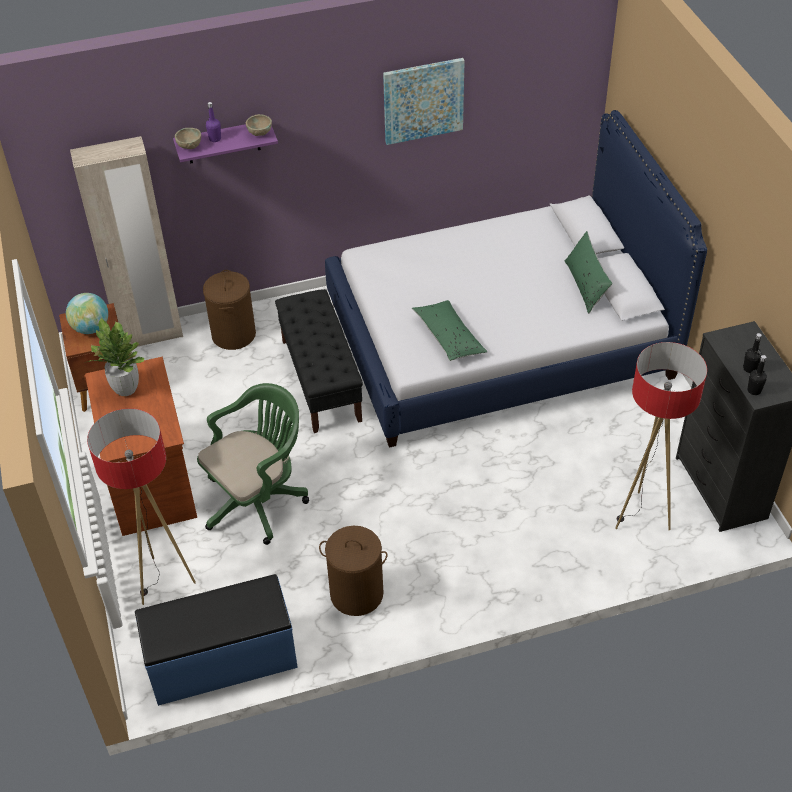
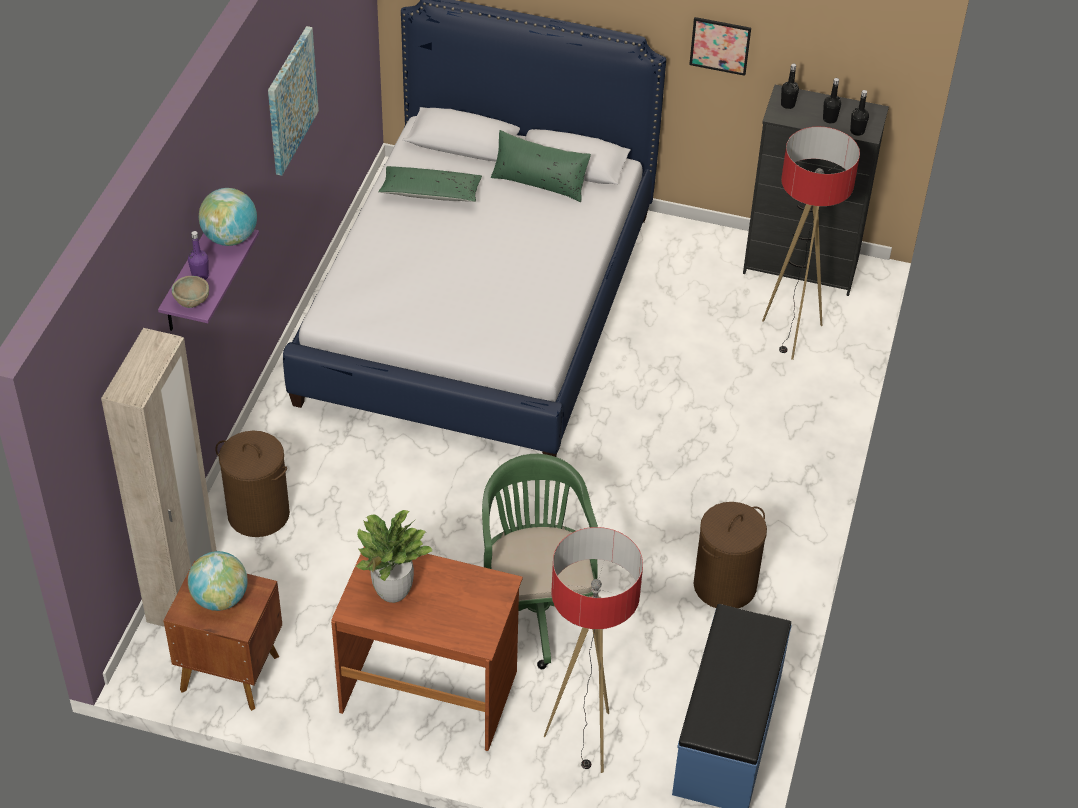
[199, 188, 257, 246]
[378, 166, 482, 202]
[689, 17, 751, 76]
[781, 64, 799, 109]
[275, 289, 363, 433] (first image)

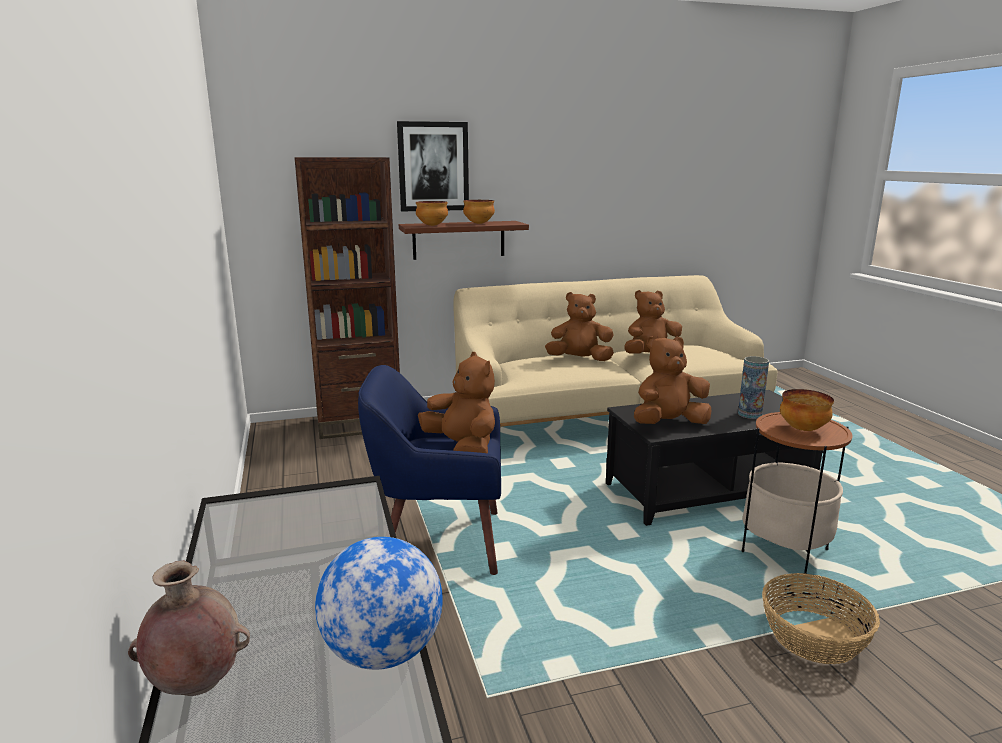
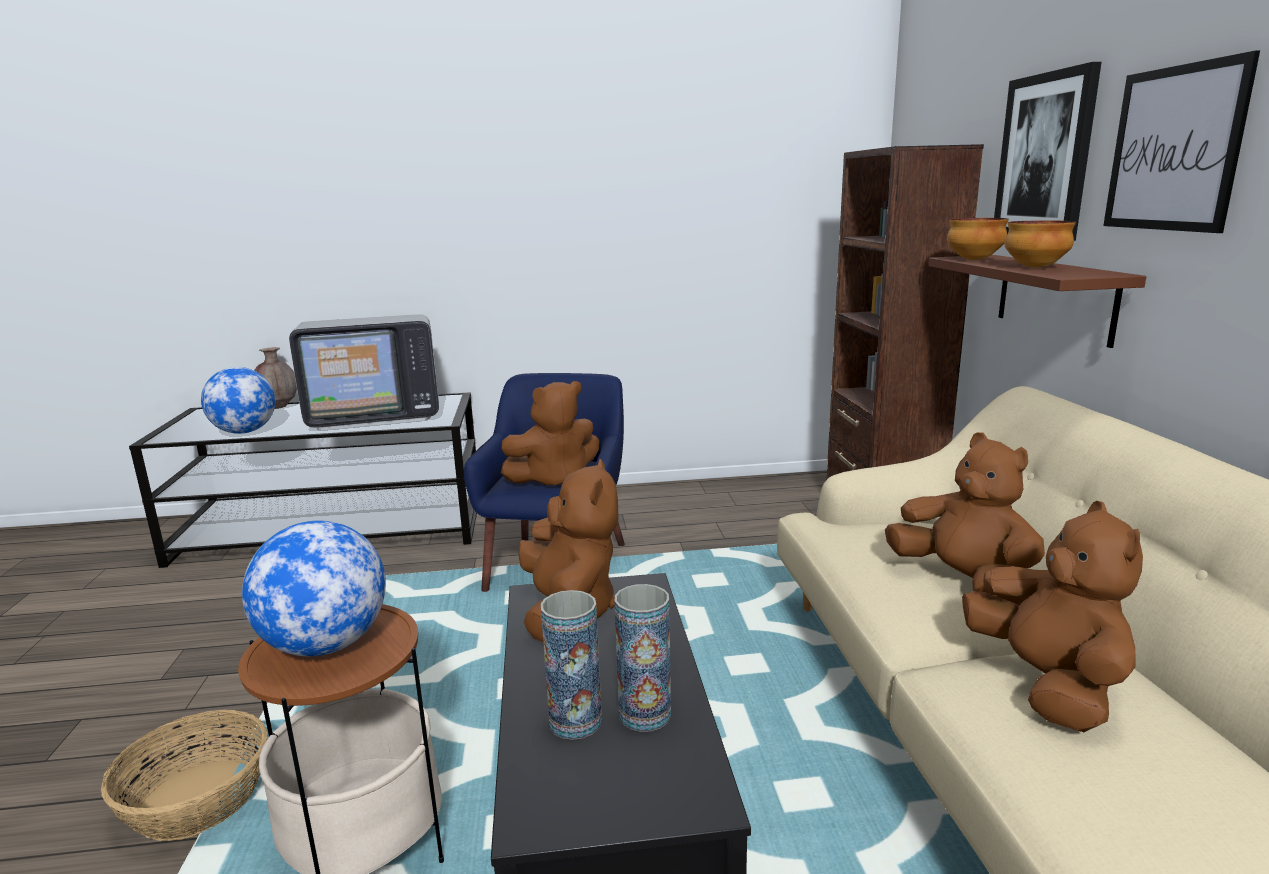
[242, 521, 386, 656]
[289, 314, 439, 431]
[615, 584, 671, 732]
[885, 432, 1045, 606]
[1103, 50, 1260, 233]

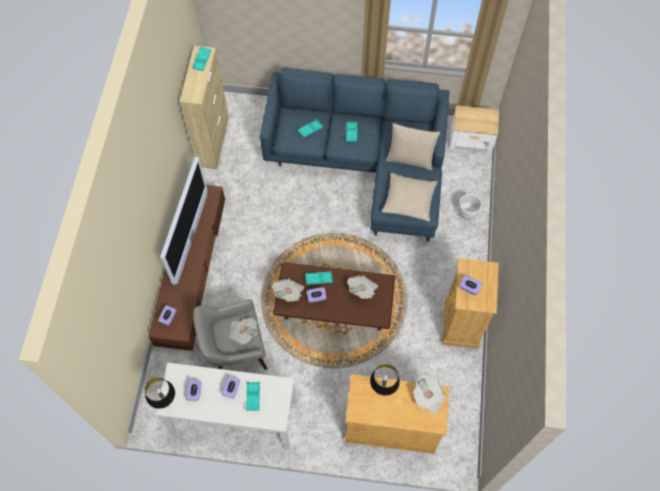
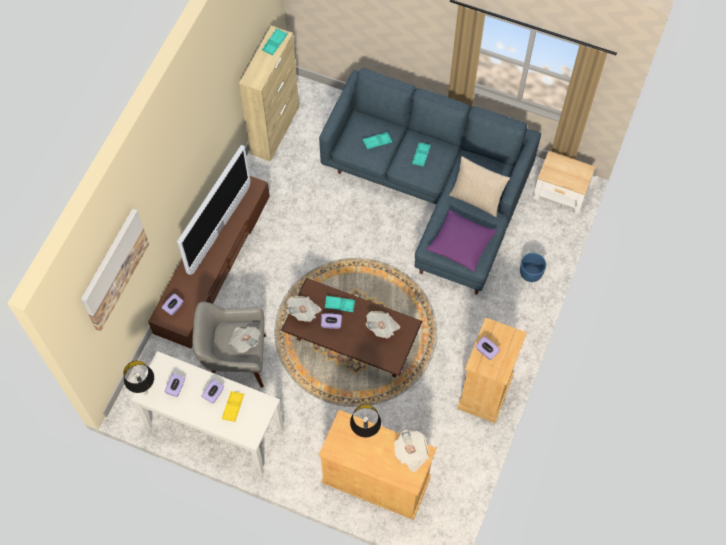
[81, 209, 149, 331]
[222, 391, 244, 422]
[426, 210, 497, 272]
[520, 253, 546, 282]

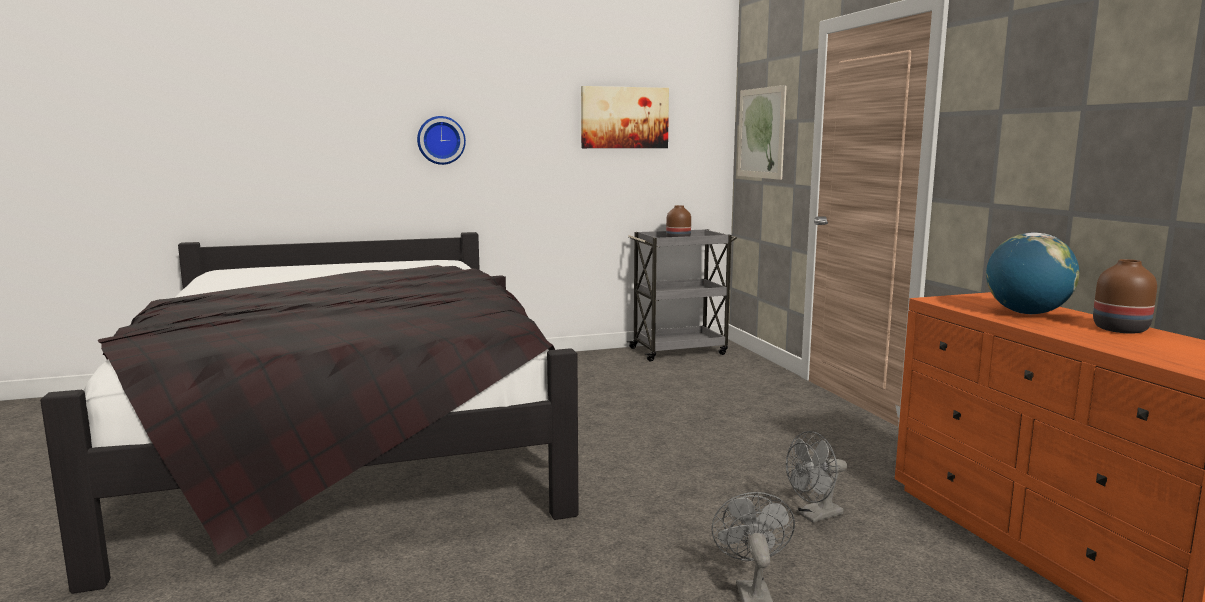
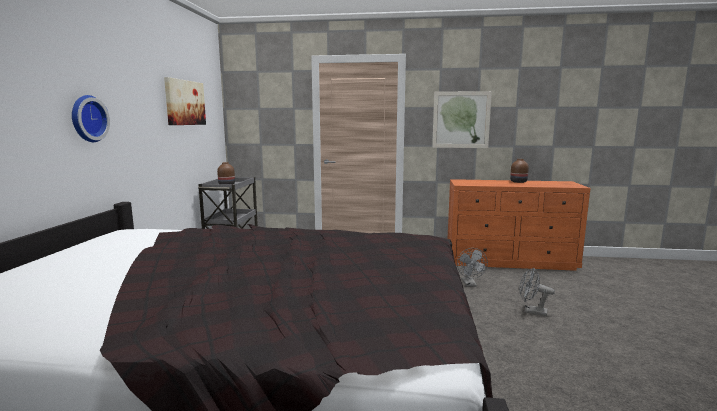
[432, 91, 492, 148]
[986, 233, 1079, 314] (first image)

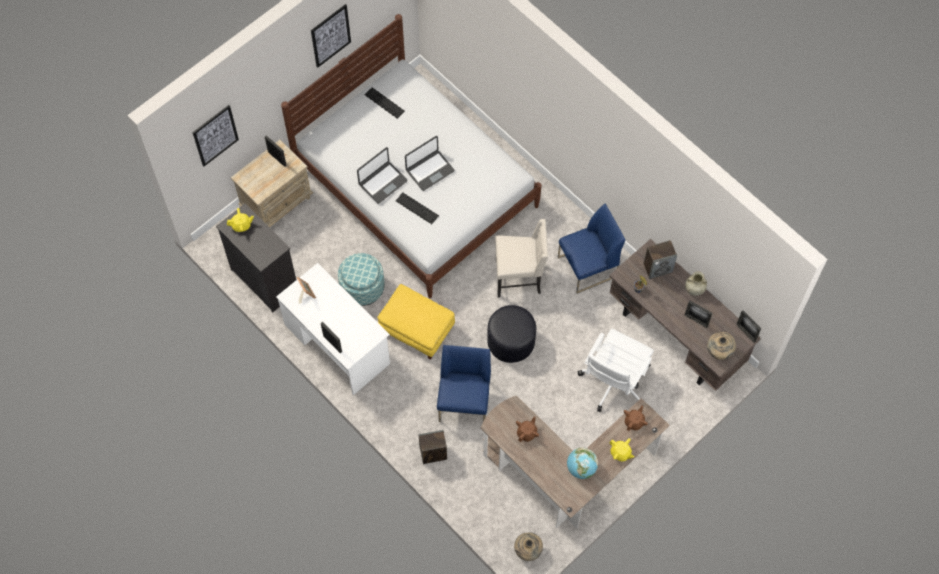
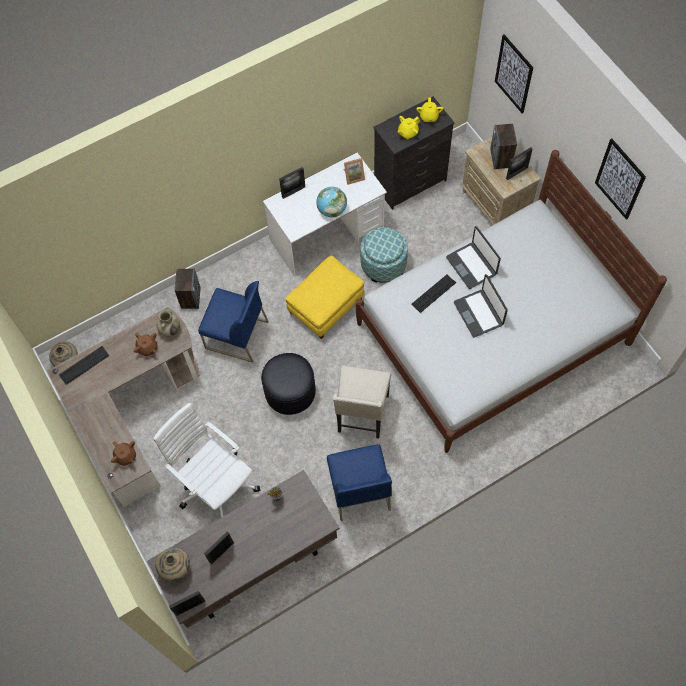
[59, 346, 109, 385]
[156, 310, 180, 337]
[316, 187, 347, 217]
[397, 116, 420, 139]
[490, 124, 517, 170]

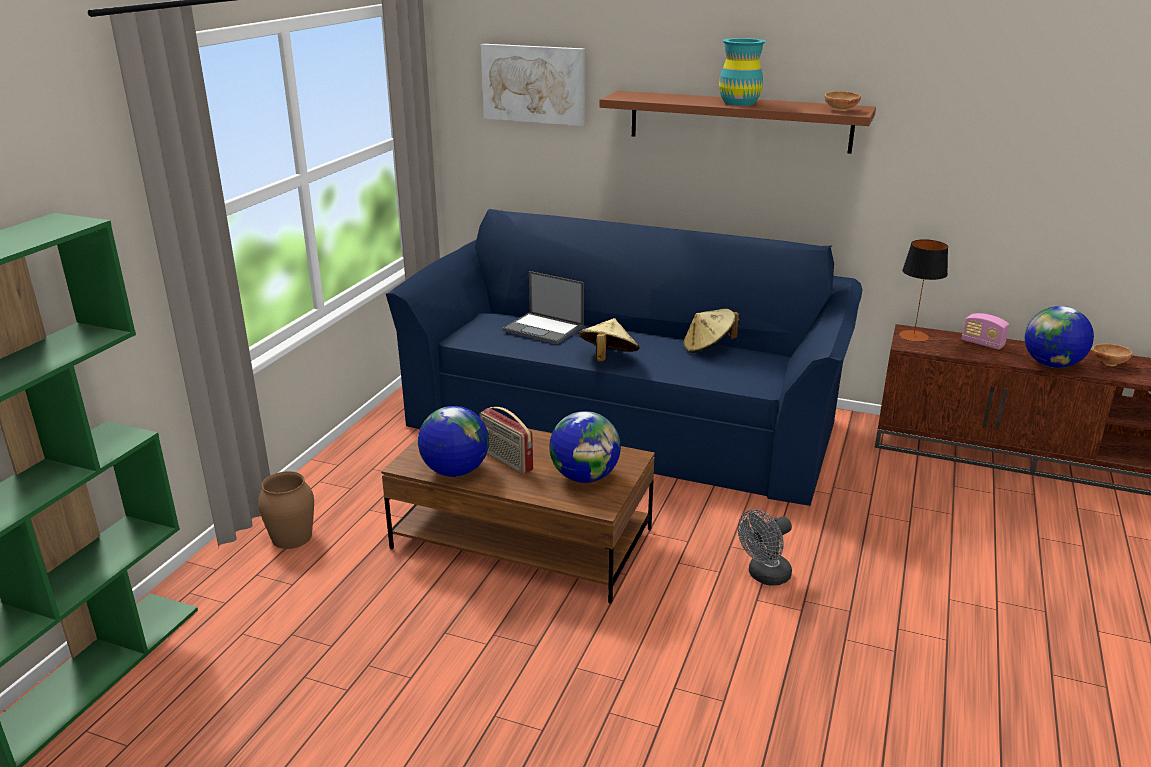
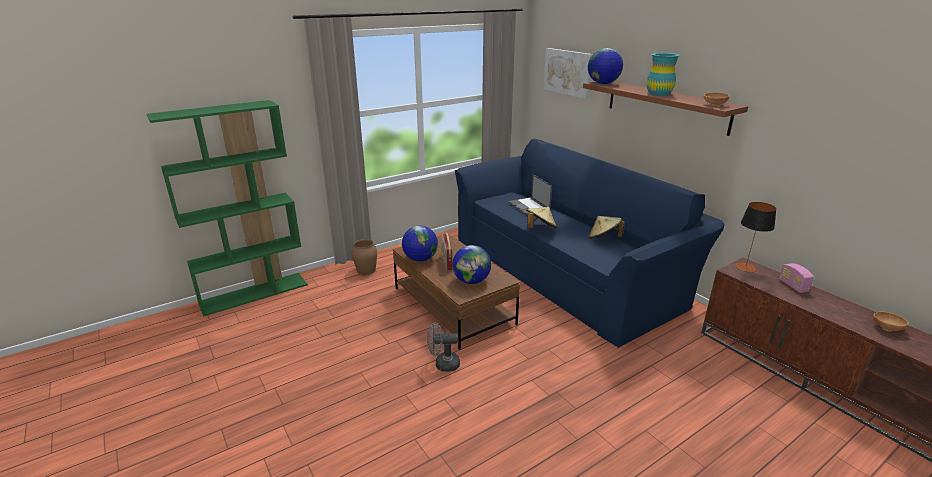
[427, 322, 460, 372]
[588, 48, 623, 84]

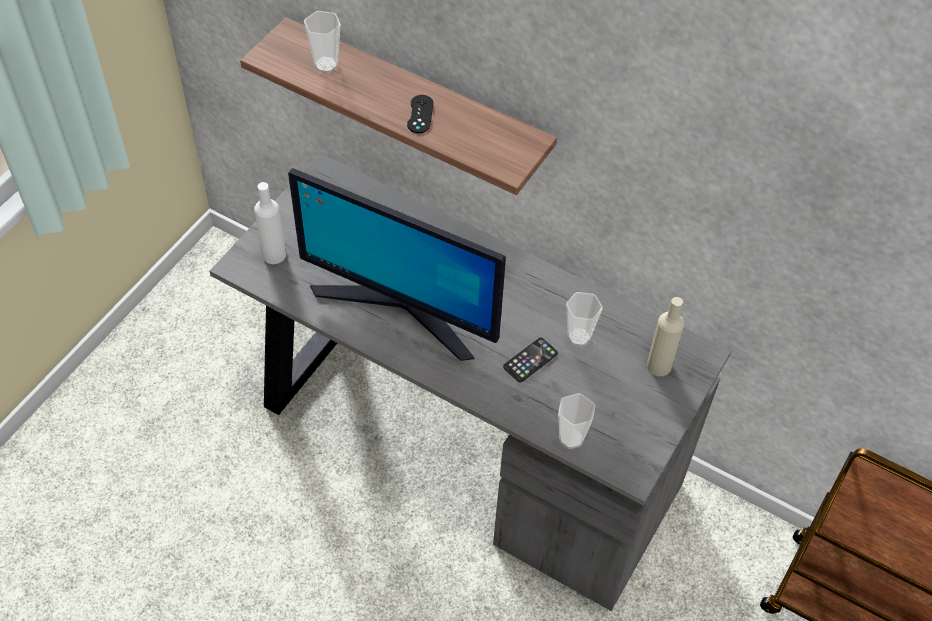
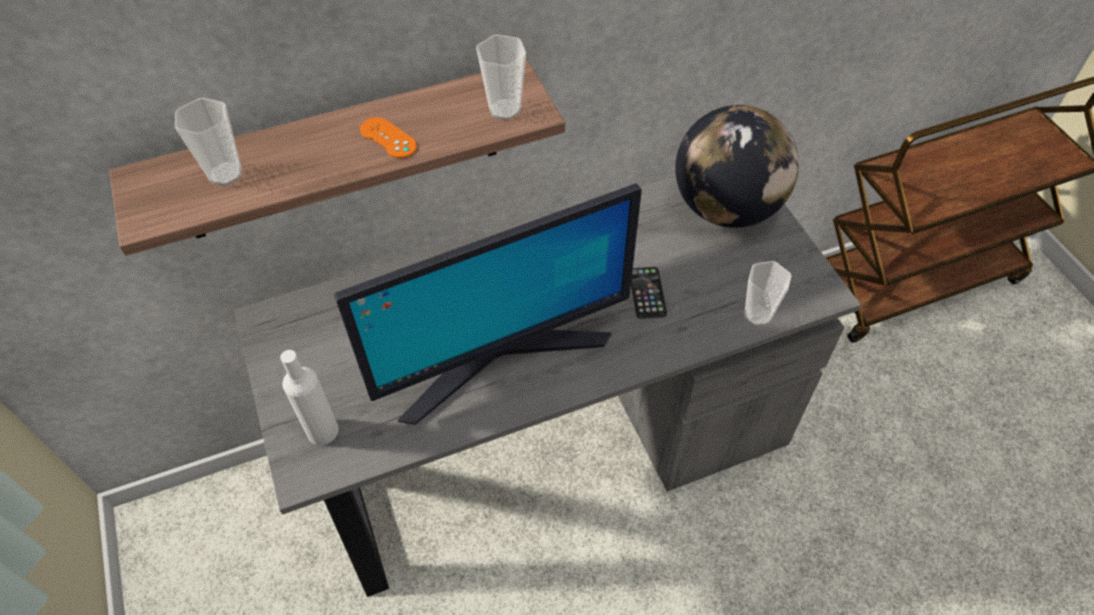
[360, 117, 417, 158]
[476, 34, 526, 120]
[675, 105, 799, 228]

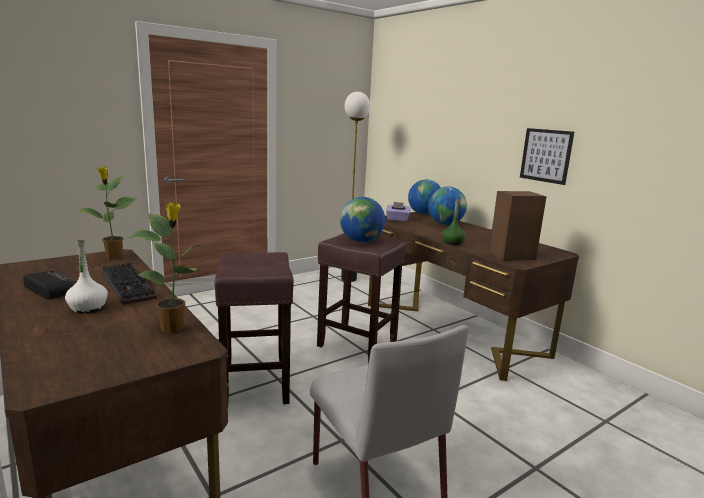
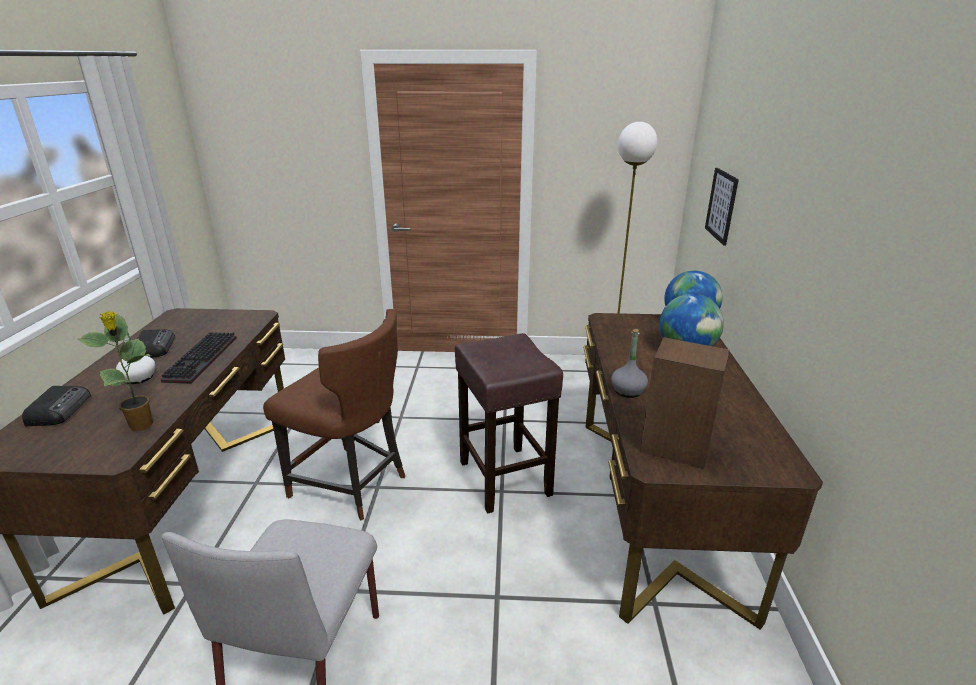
[22, 386, 91, 426]
[263, 309, 405, 520]
[611, 329, 648, 398]
[705, 168, 739, 246]
[76, 167, 137, 260] (first image)
[340, 197, 385, 243] (first image)
[386, 202, 411, 222] (first image)

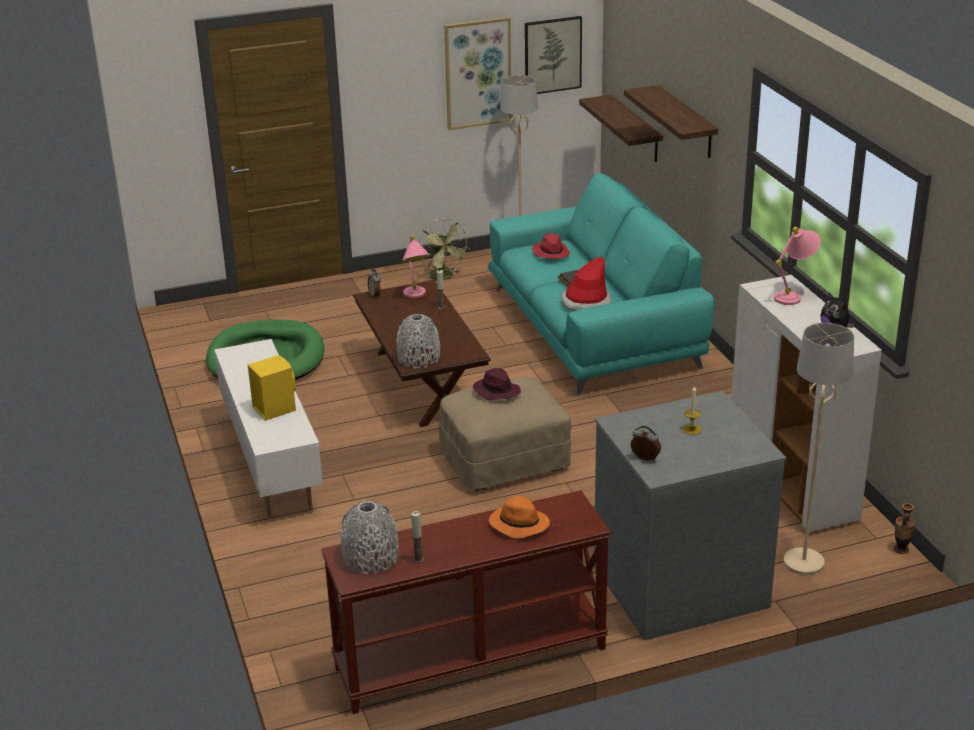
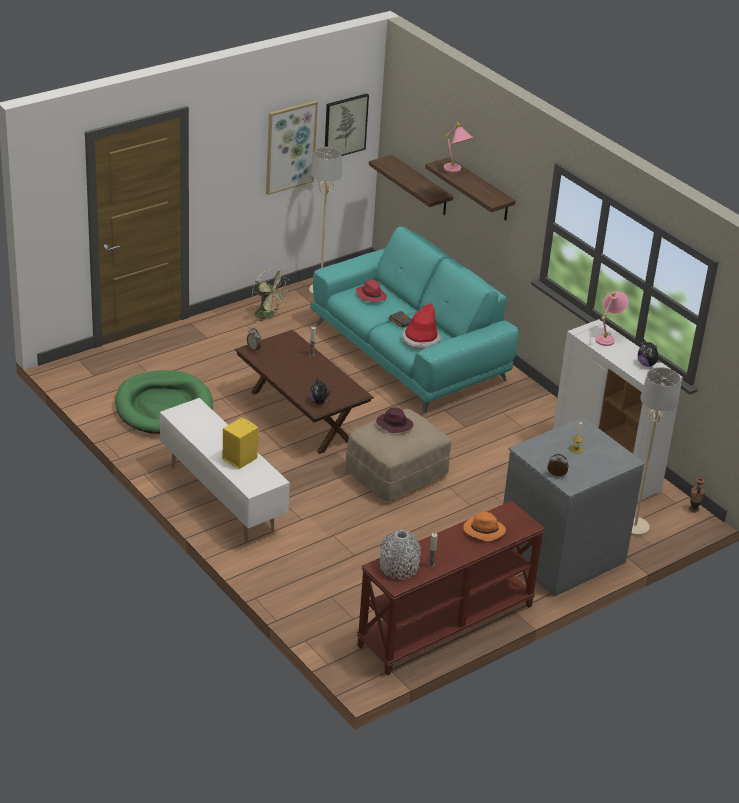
[310, 376, 331, 404]
[444, 123, 473, 172]

